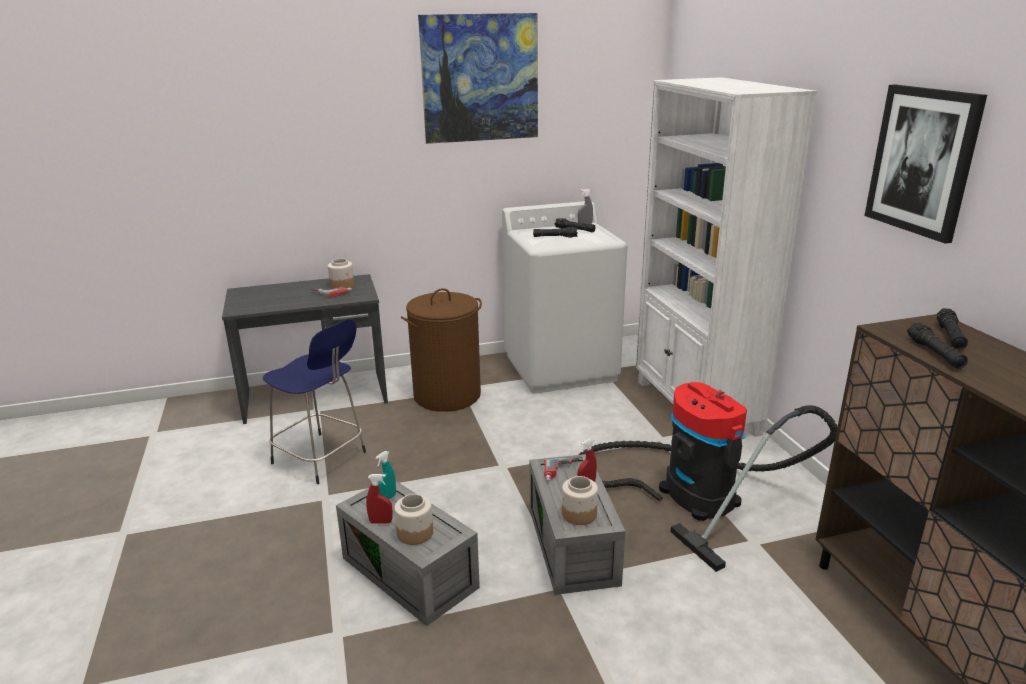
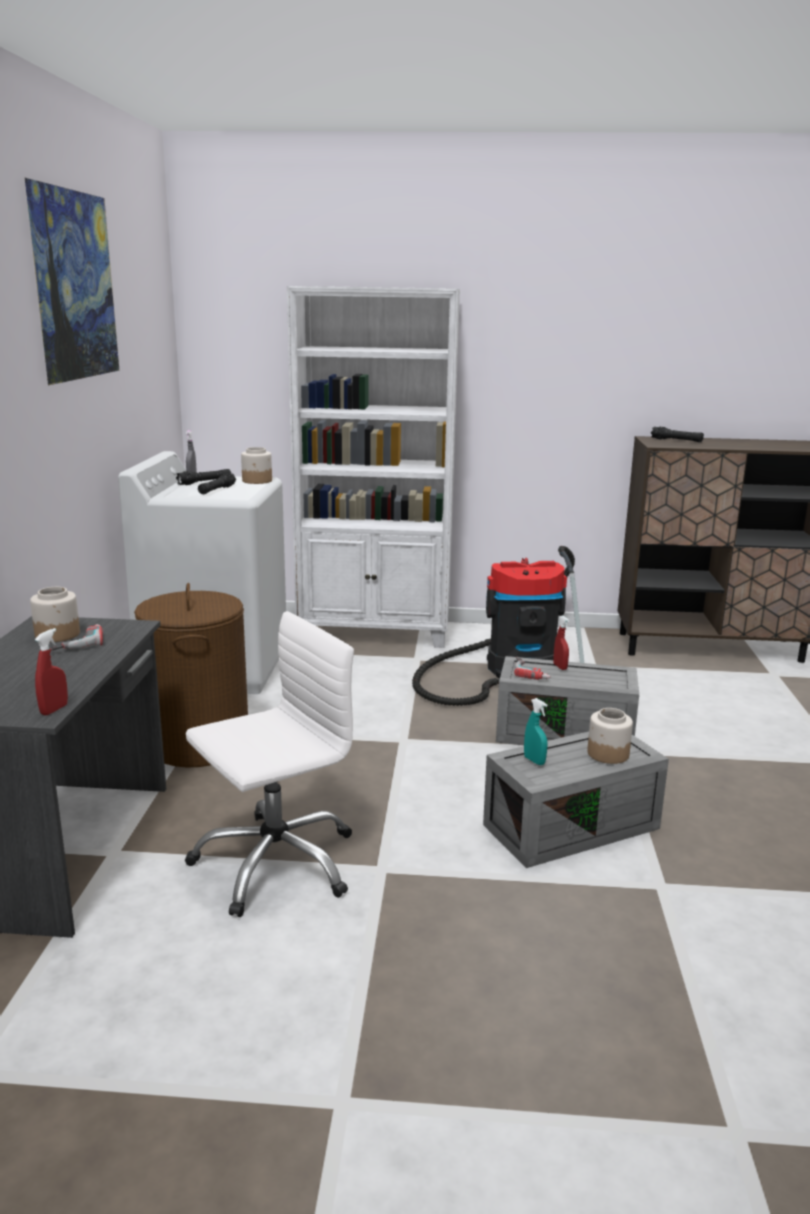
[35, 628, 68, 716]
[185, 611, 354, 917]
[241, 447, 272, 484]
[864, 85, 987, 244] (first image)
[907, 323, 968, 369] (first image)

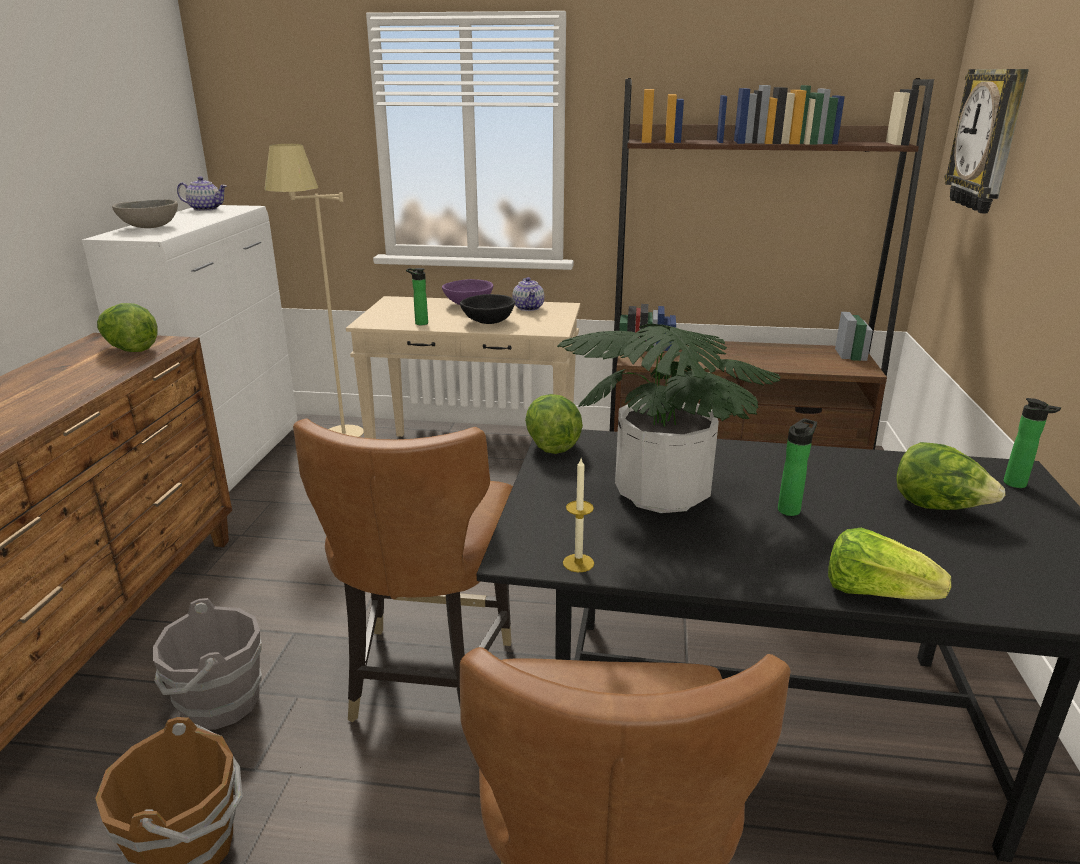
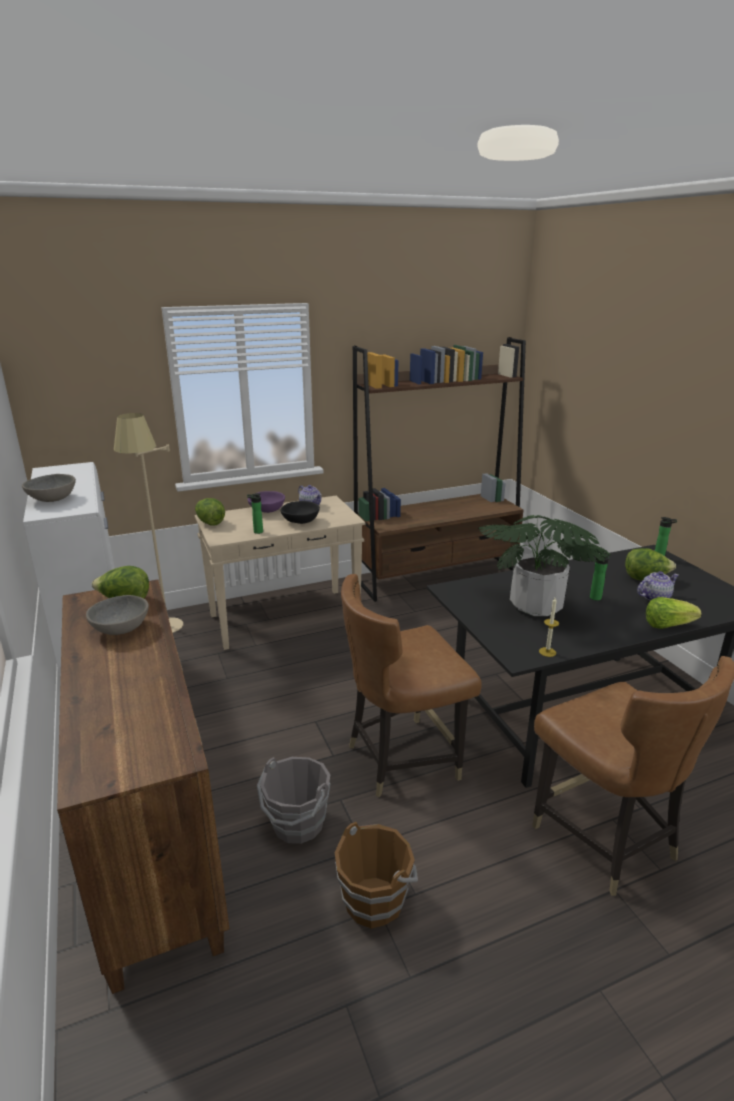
[86, 595, 149, 635]
[195, 498, 225, 526]
[341, 574, 482, 797]
[637, 571, 679, 601]
[944, 69, 1029, 213] (first image)

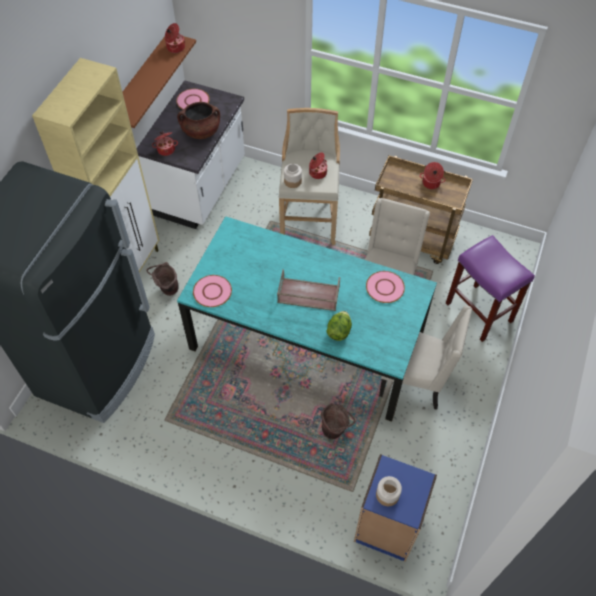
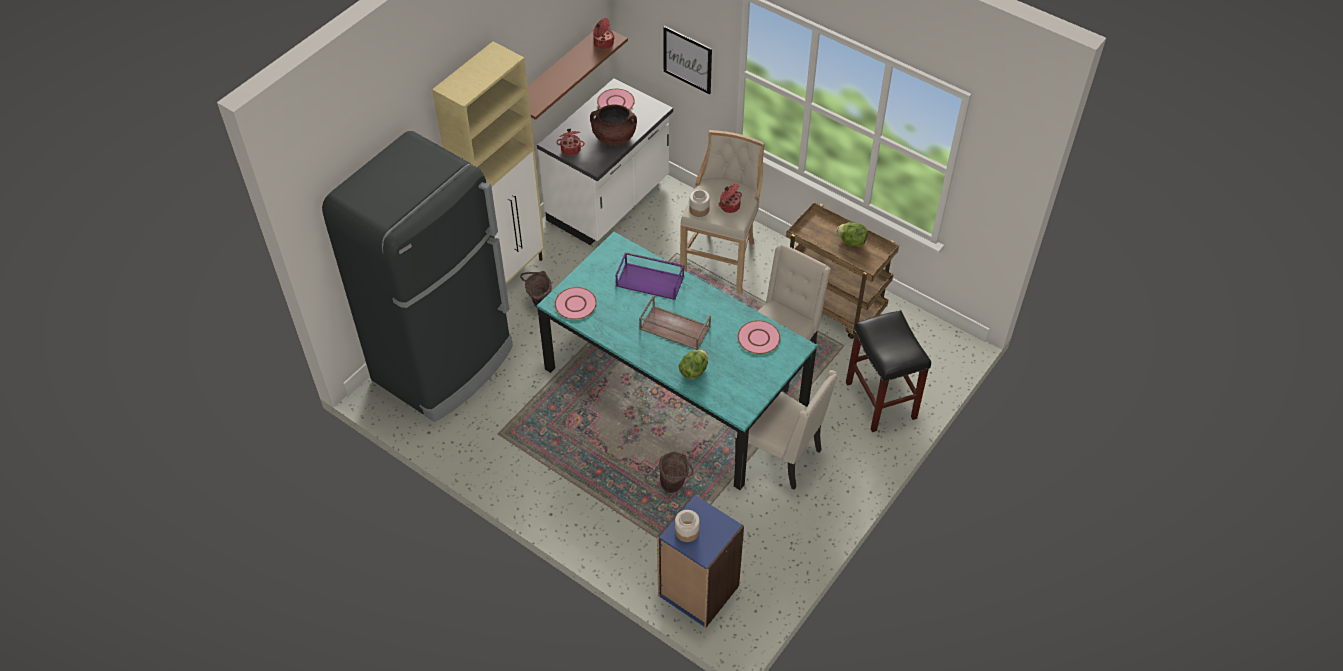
[616, 252, 684, 300]
[663, 26, 712, 94]
[836, 222, 868, 247]
[846, 310, 931, 432]

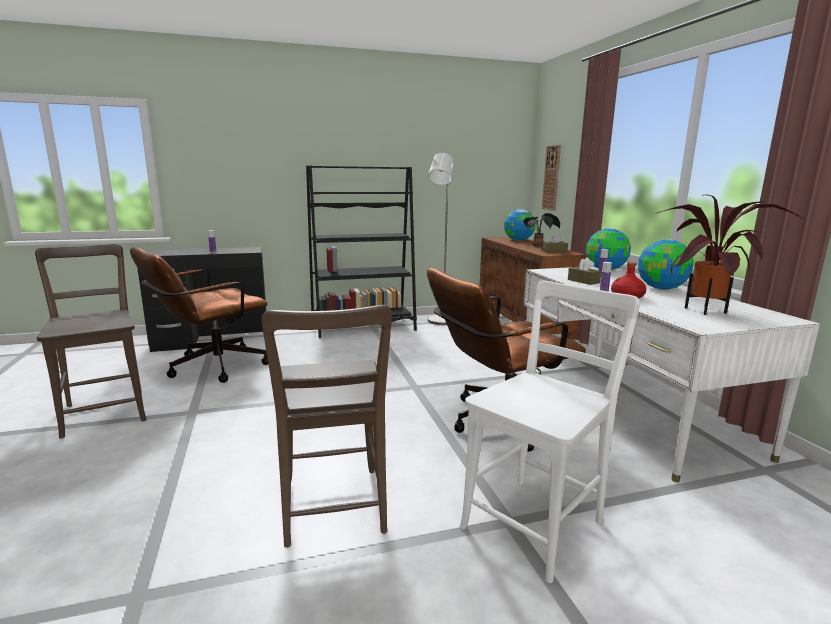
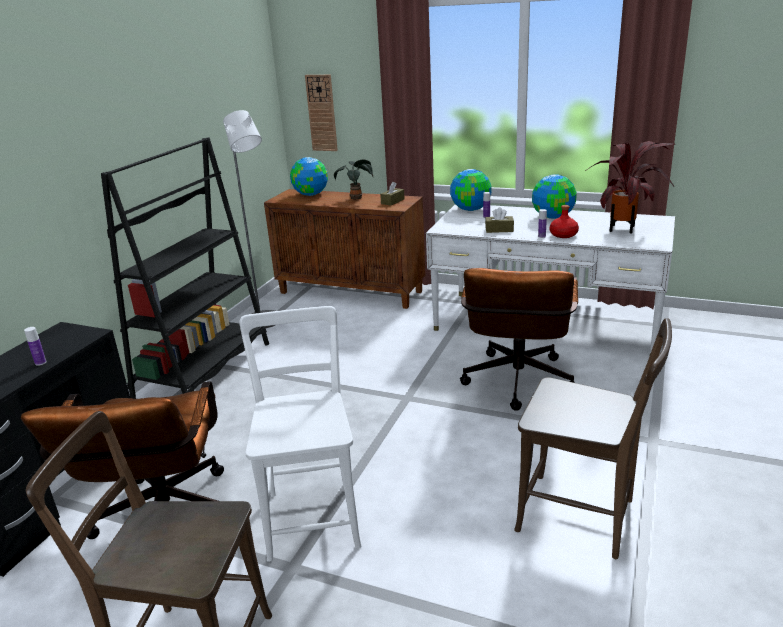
[239, 306, 361, 562]

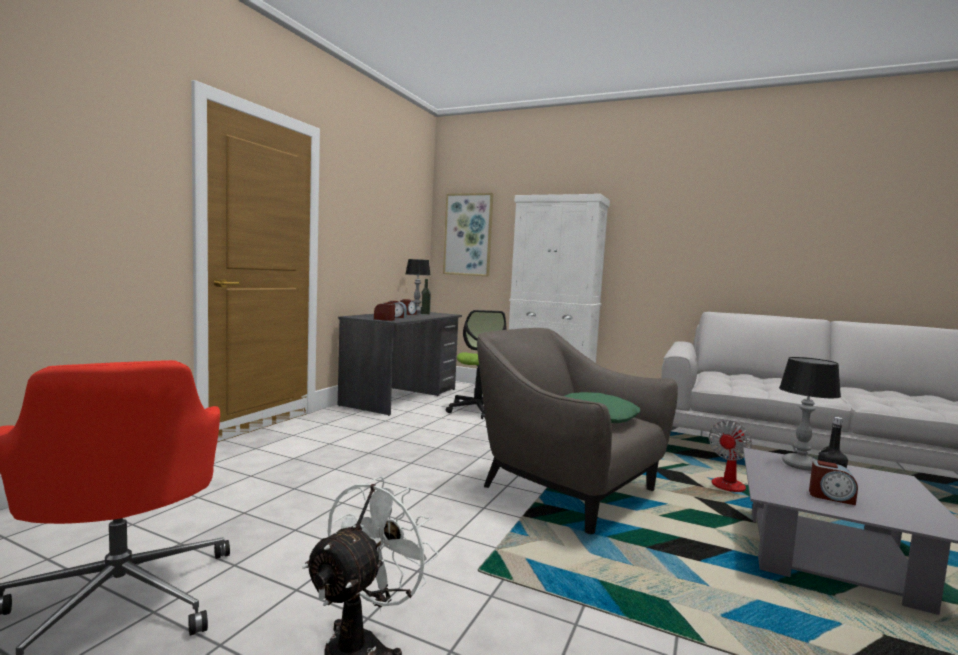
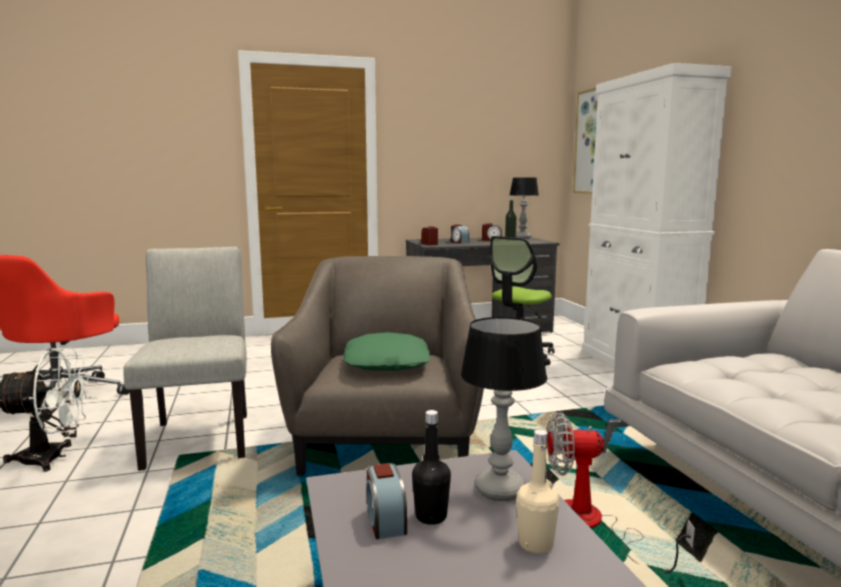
[123, 247, 247, 471]
[517, 429, 560, 554]

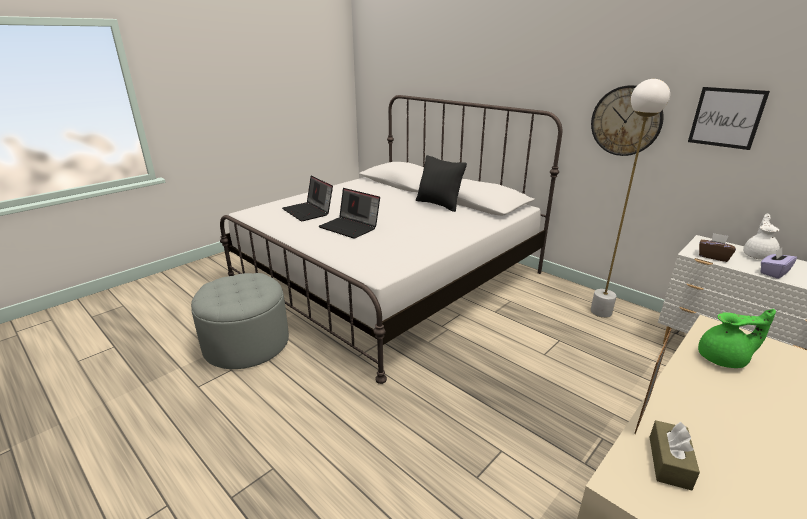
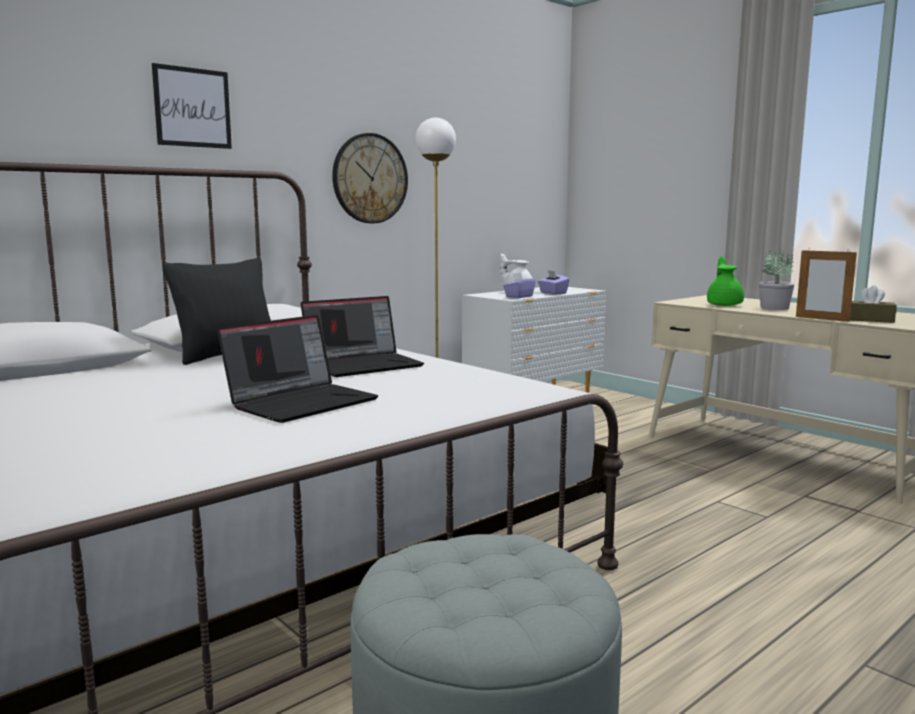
[152, 63, 232, 149]
[301, 296, 424, 377]
[503, 272, 536, 298]
[759, 248, 794, 310]

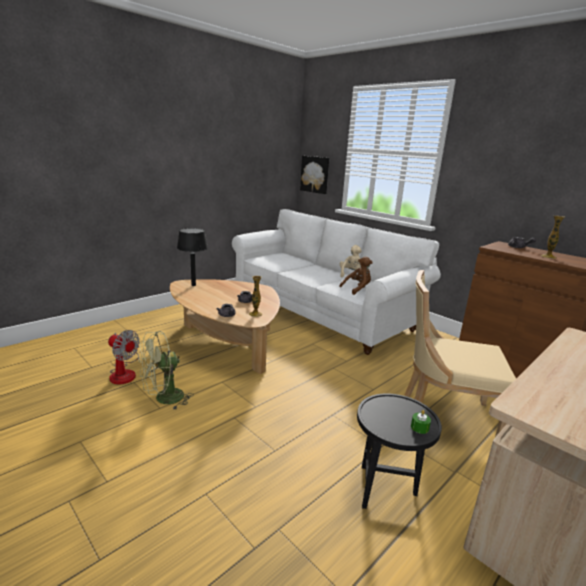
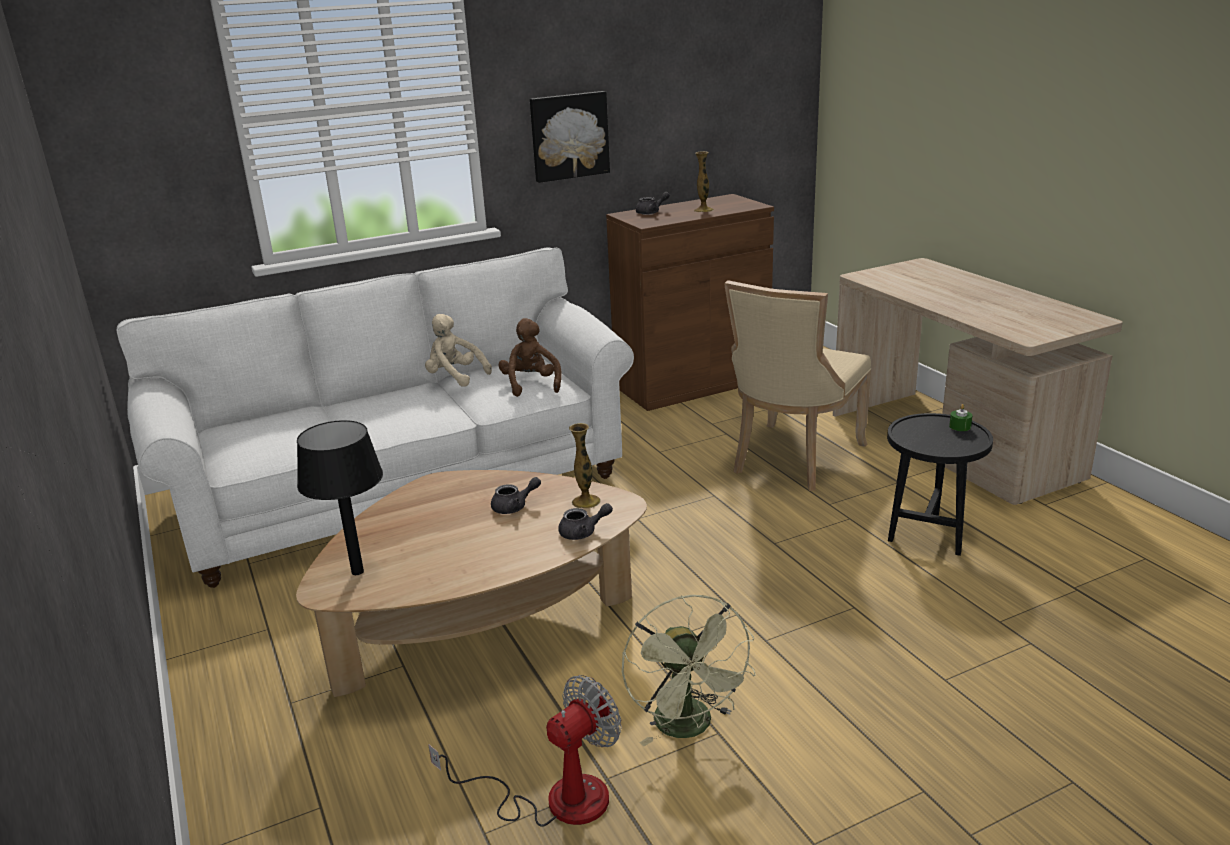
[530, 91, 610, 183]

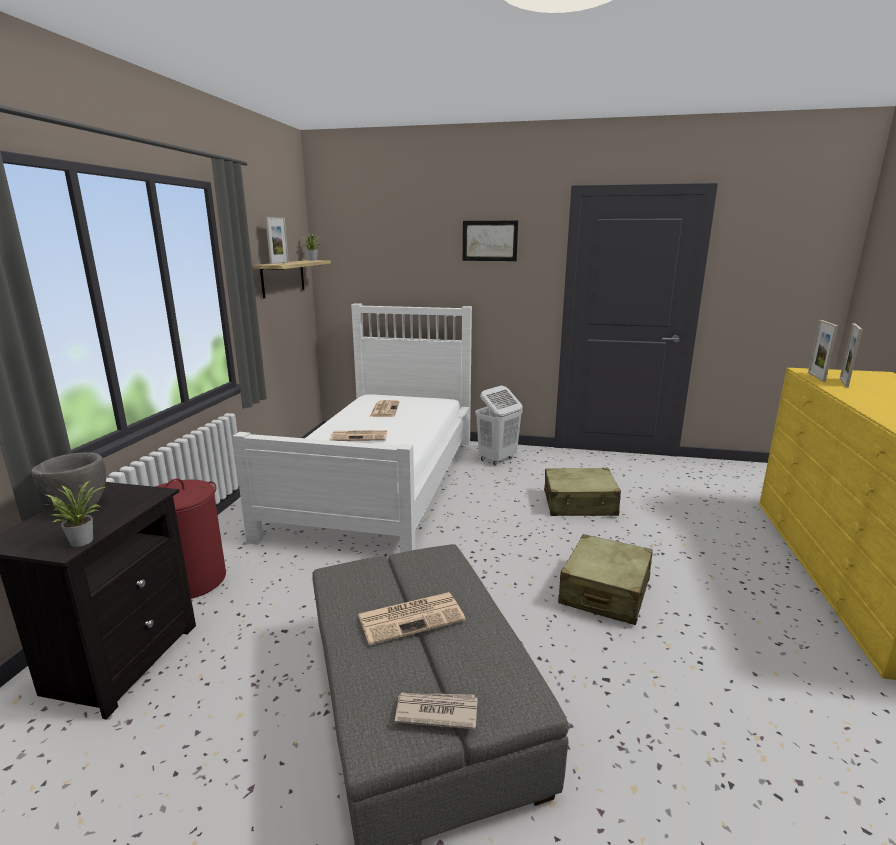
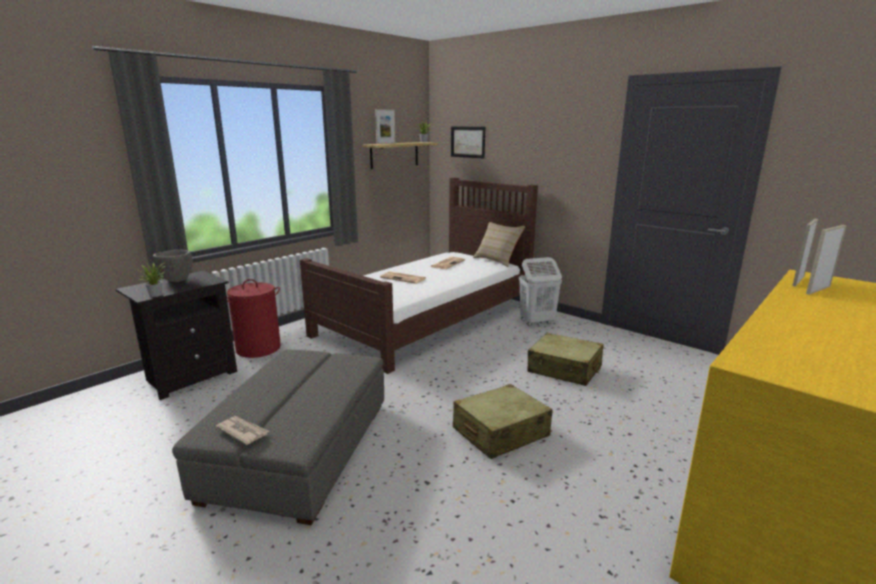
[300, 178, 538, 374]
[451, 127, 485, 159]
[473, 222, 525, 267]
[358, 592, 466, 645] (first image)

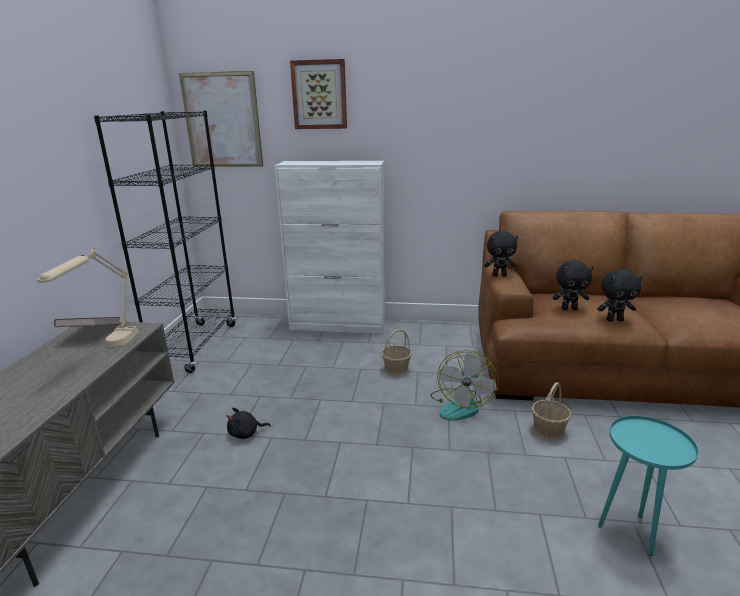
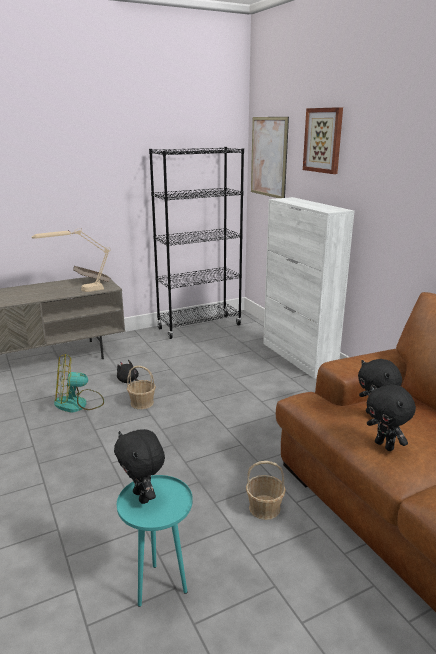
[54, 354, 104, 412]
[114, 429, 165, 504]
[127, 366, 156, 409]

